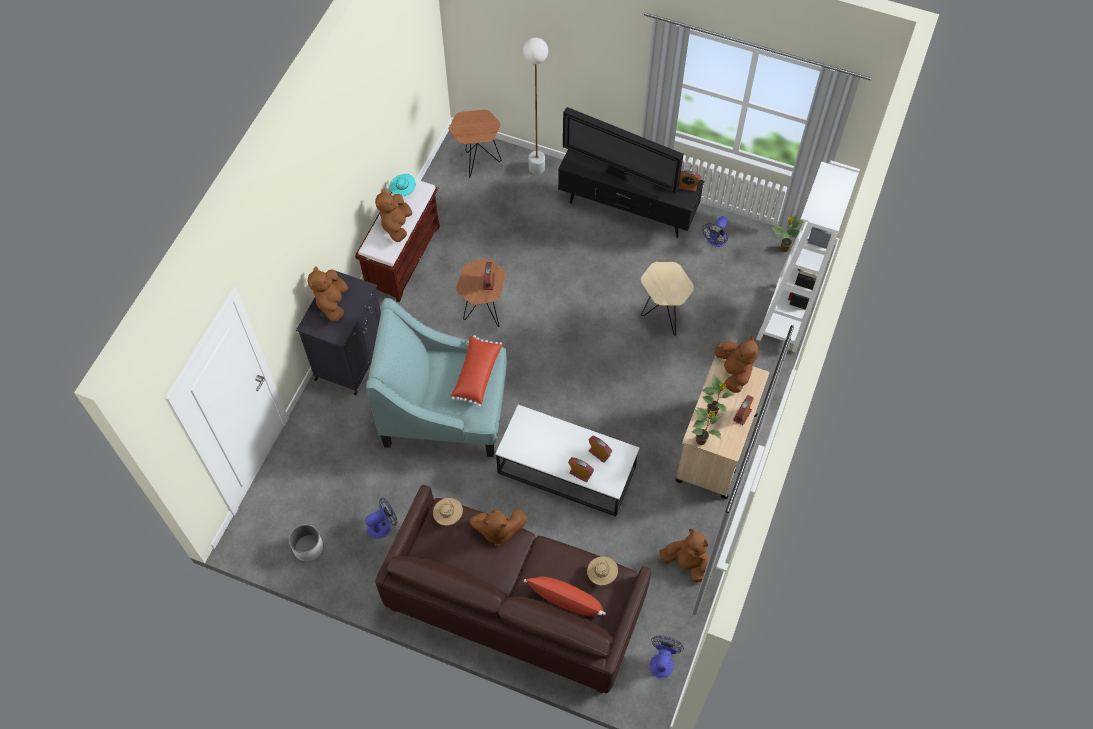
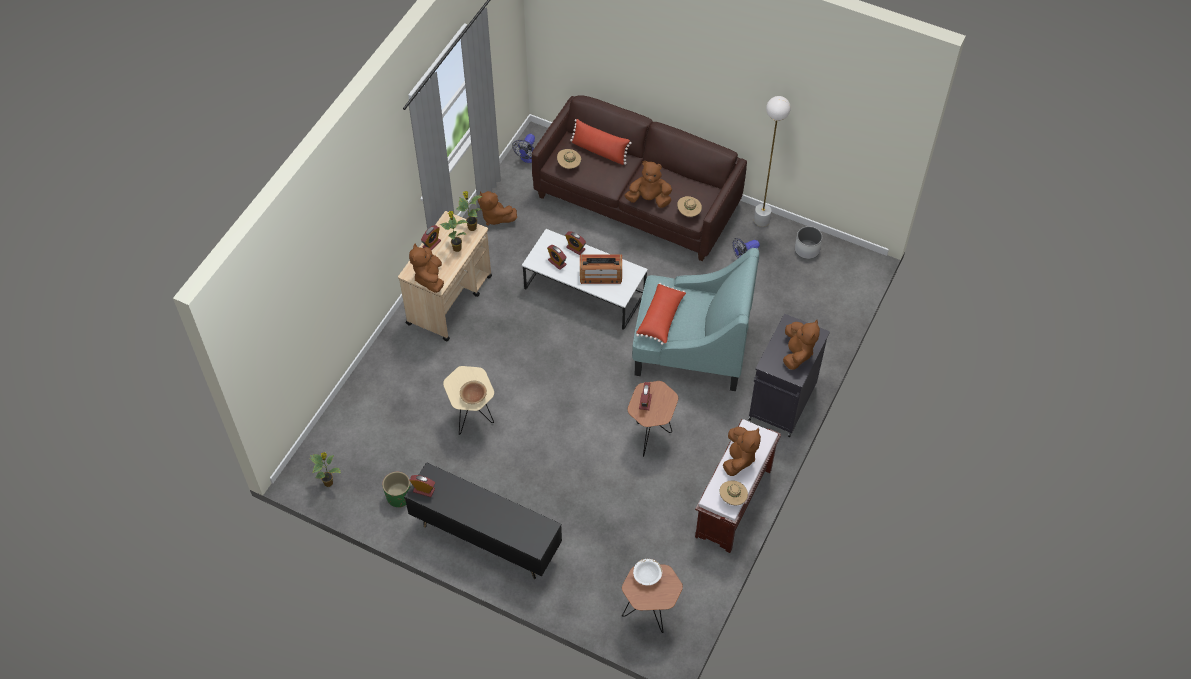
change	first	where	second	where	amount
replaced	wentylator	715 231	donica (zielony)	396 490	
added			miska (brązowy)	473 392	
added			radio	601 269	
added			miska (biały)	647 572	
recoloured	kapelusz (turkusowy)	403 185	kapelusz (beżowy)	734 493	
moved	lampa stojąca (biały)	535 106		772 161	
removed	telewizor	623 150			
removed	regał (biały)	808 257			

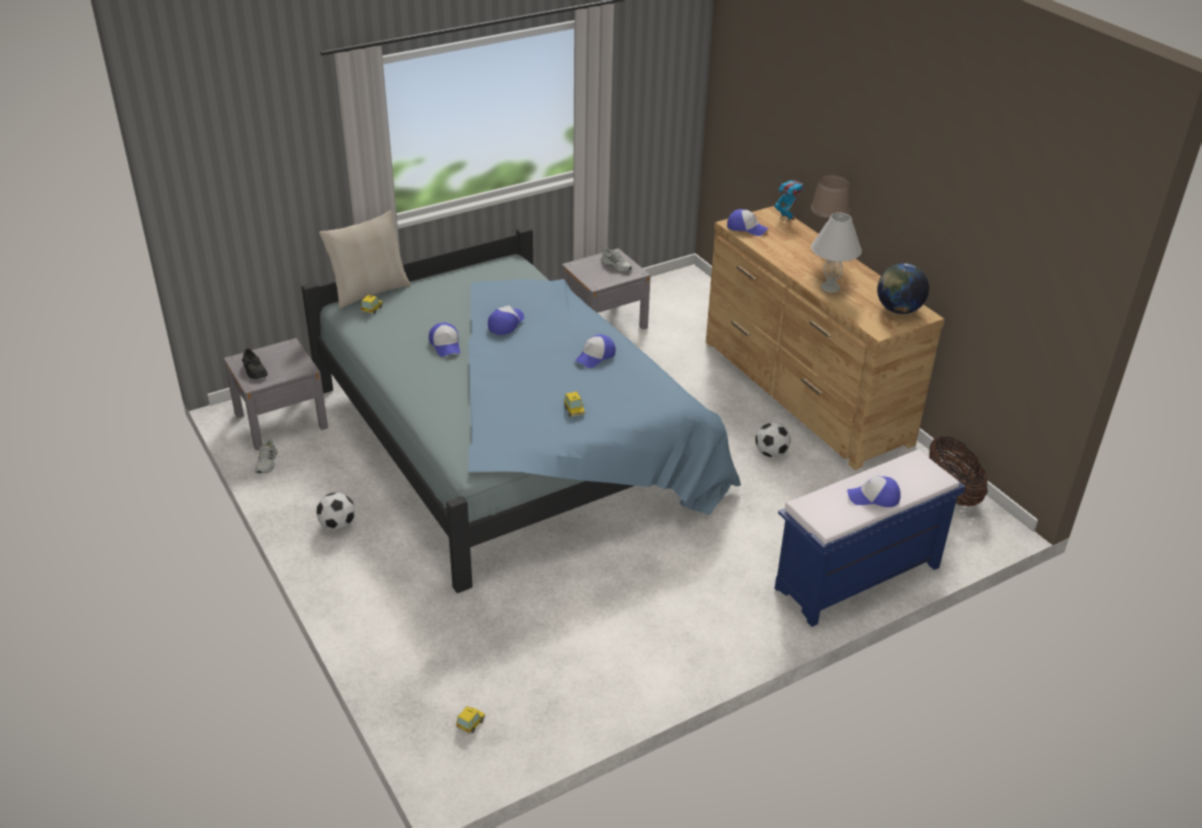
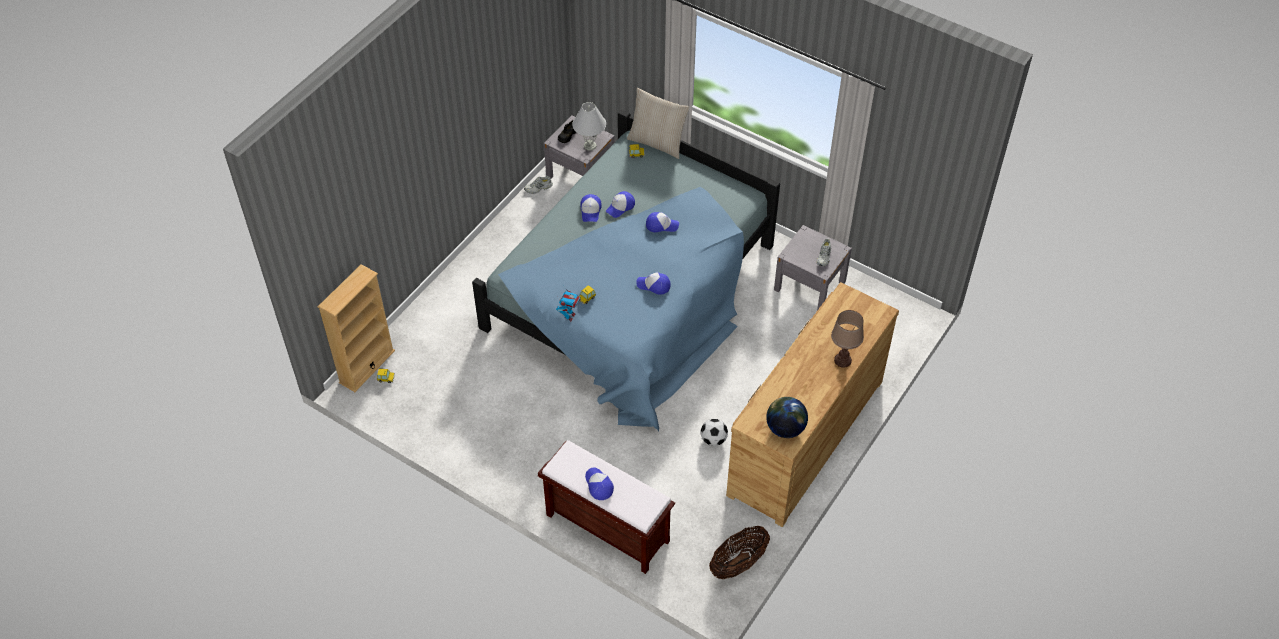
change	first	where	second	where	amount
added			regał (beżowy)	356 328	
recoloured	ławka (niebieski)	869 538	ławka (brązowy)	606 507	
moved	robot zabawkowy	789 201		568 304	
moved	lampa stołowa (biały)	836 253		589 126	
moved	czapka z daszkiem	747 222		591 208	
removed	piłka futbolowa	335 511			

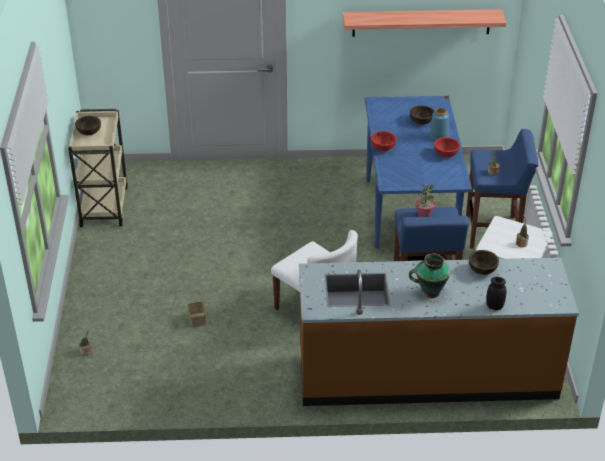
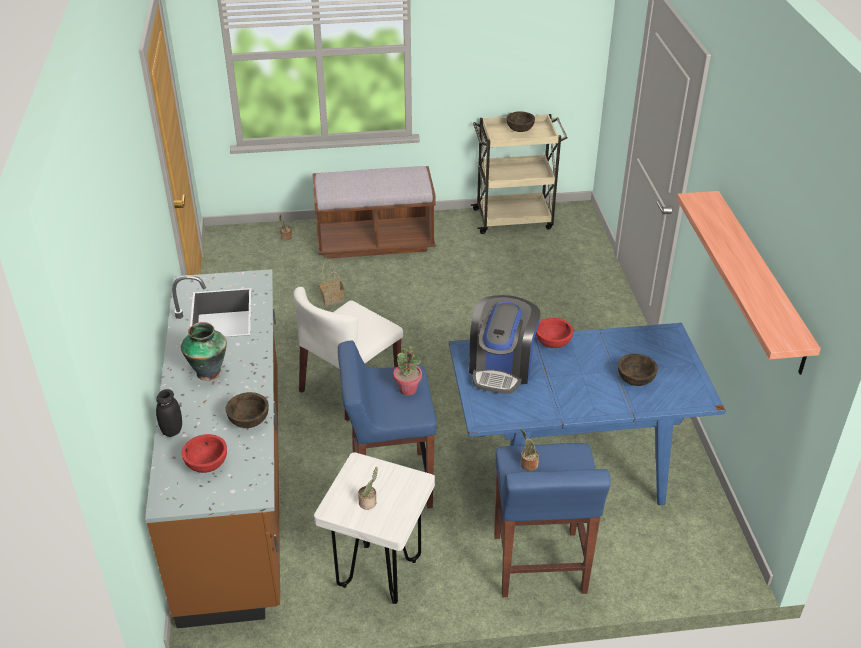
change	first	where	second	where	amount
moved	miska (czerwony)	447 147		204 453	
added			ławka (brązowy)	374 212	
added			ekspres do kawy	504 344	
removed	wazon (niebieski)	439 124			

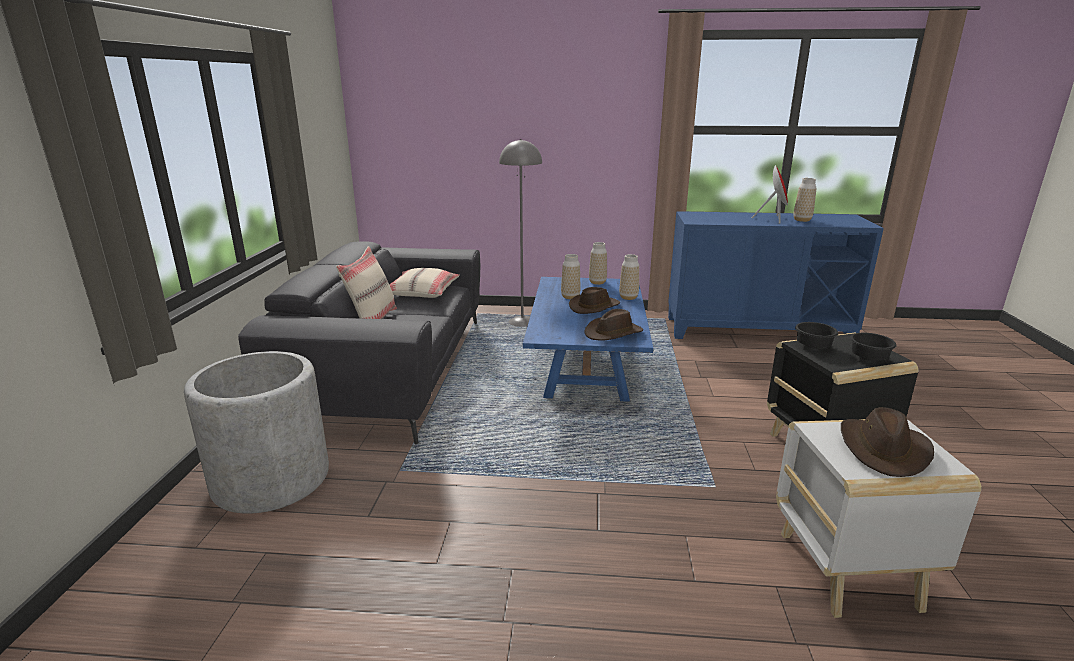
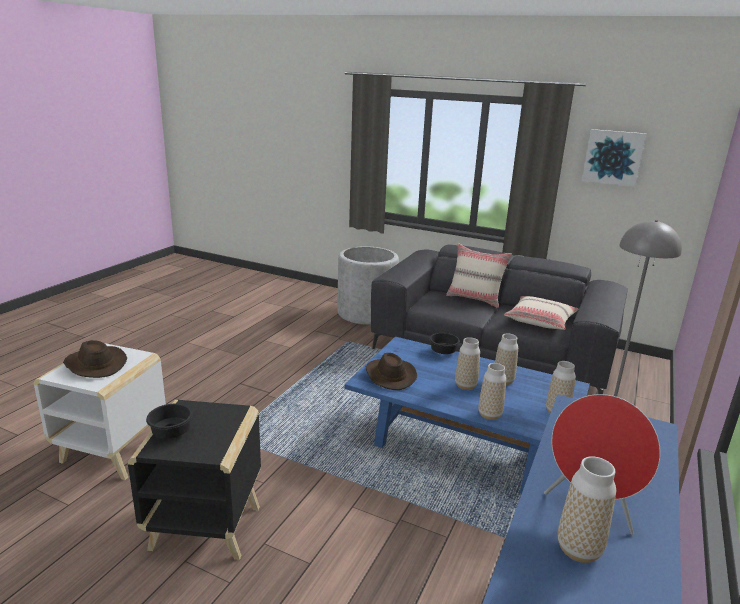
change	first	where	second	where	amount
moved	miska (czarny)	816 335		444 343	
replaced	kapelusz (brązowy)	594 300	wazon	467 363	
added			obraz	614 158	

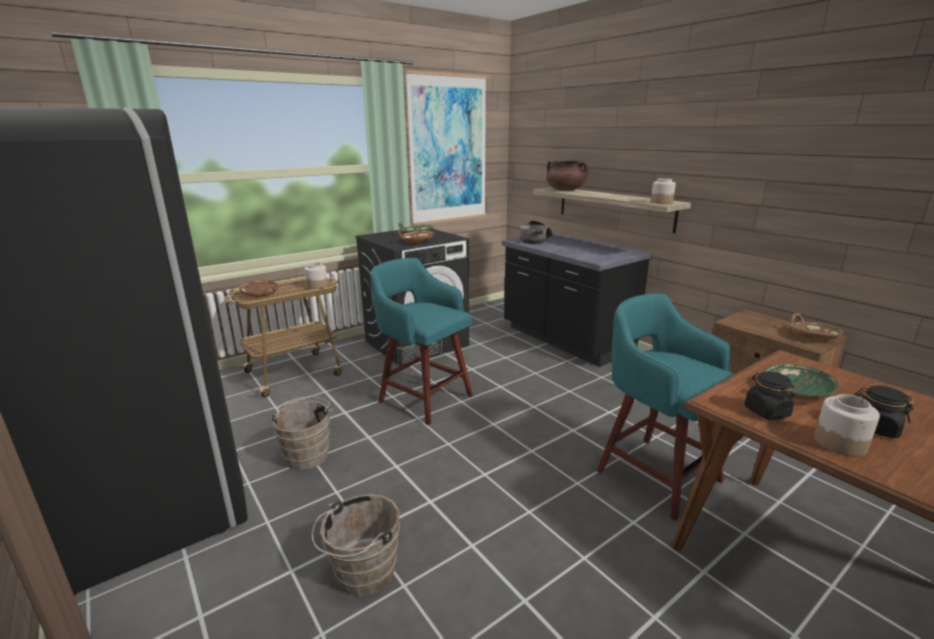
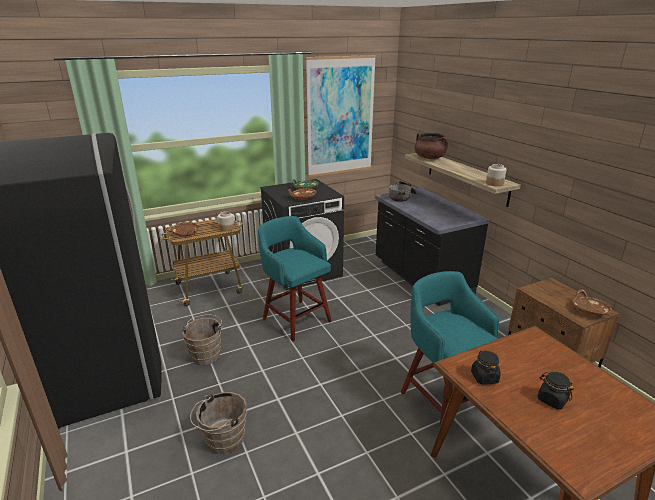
change	first	where	second	where	amount
removed	miska (zielony)	801 382			
removed	słoik	847 425			

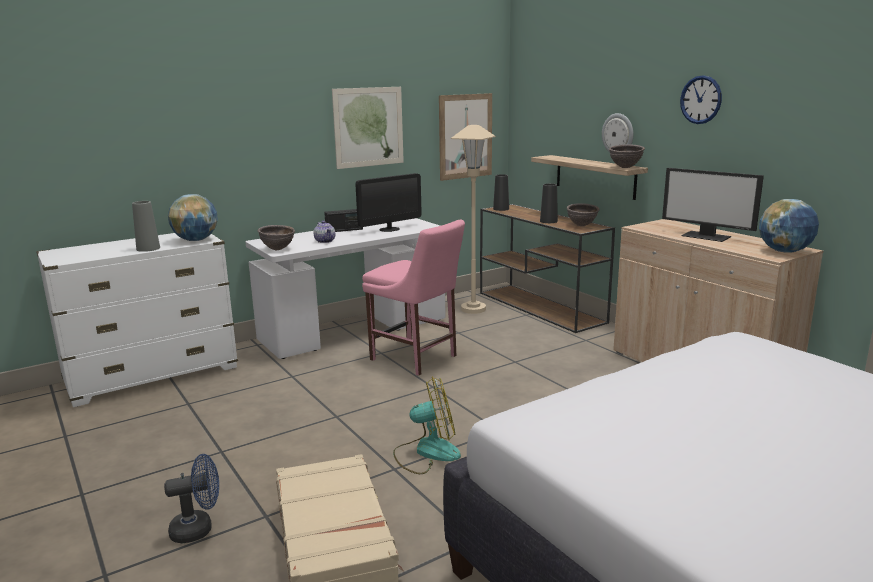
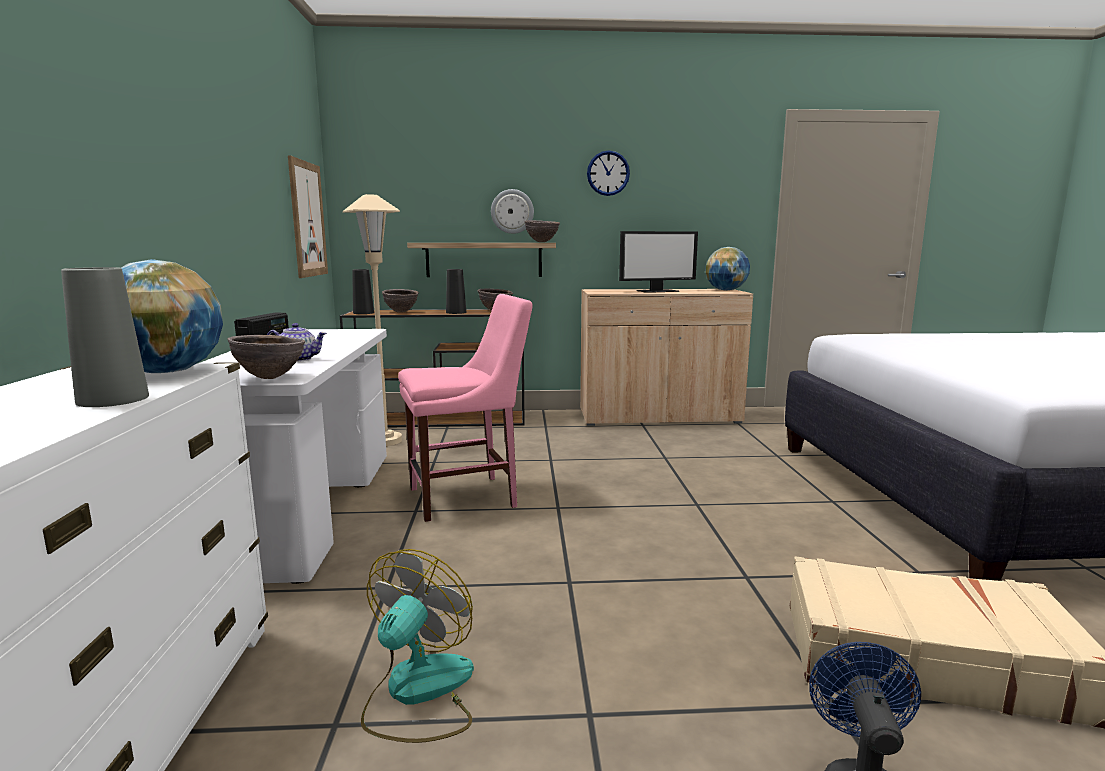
change	first	where	second	where	amount
moved	wentylator	427 425		417 646	
added			miska (brązowy)	400 301	
removed	obraz	368 128			
removed	monitor	388 202			

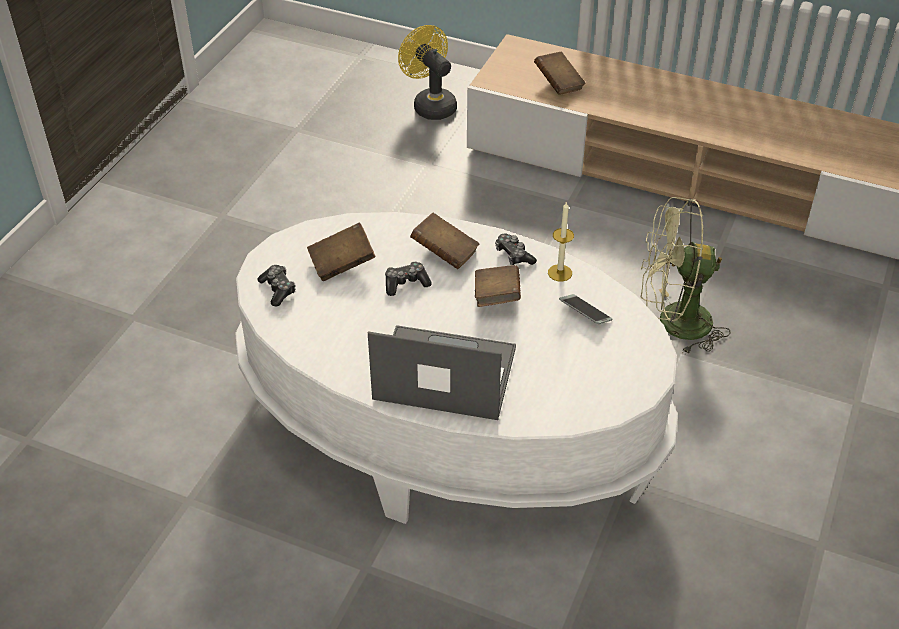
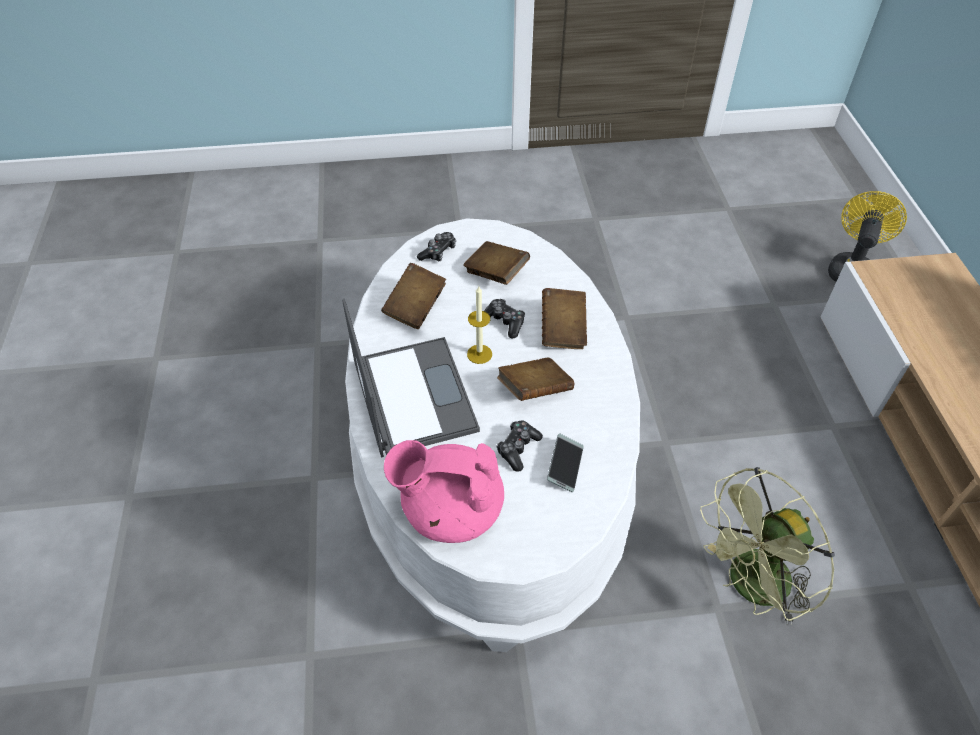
change	first	where	second	where	amount
moved	książka (brązowy)	560 73		413 296	
added			imbryk (różowy)	444 491	
moved	świeca	561 241		479 324	
moved	pad do gier	516 249		520 446	
turned	wentylator (zielony)	685 276		767 546	90 degrees counterclockwise

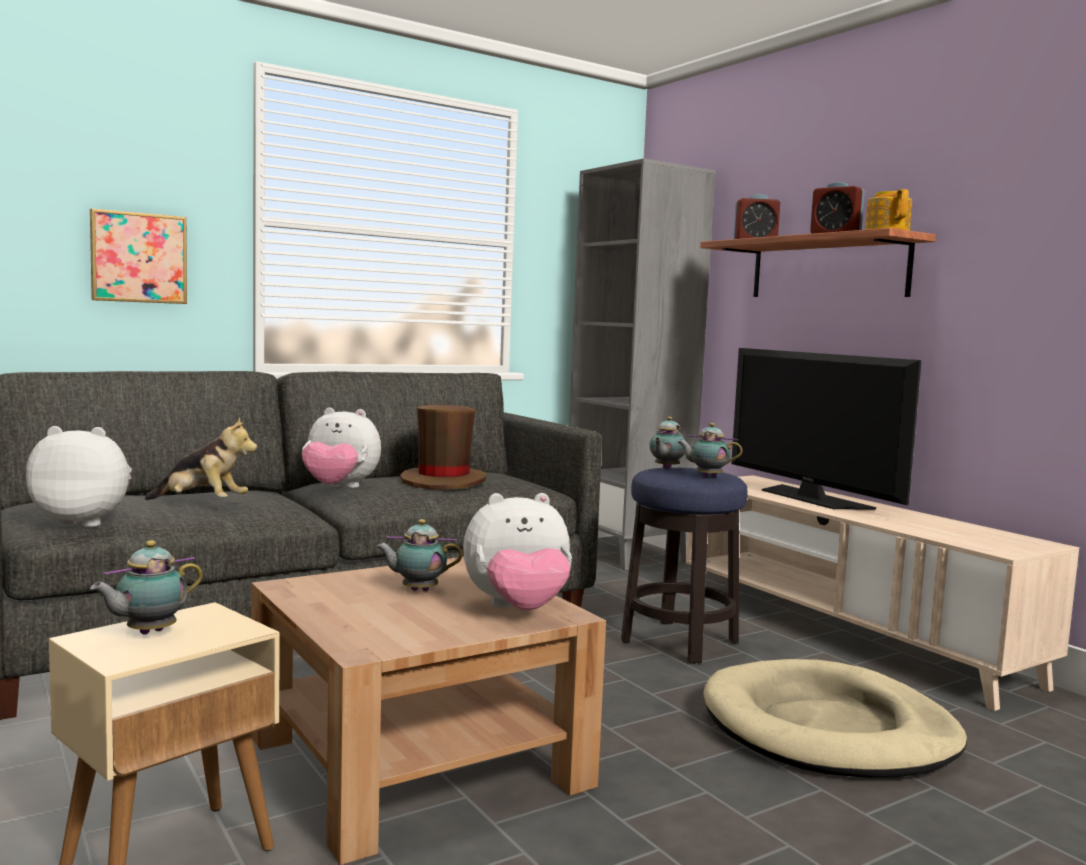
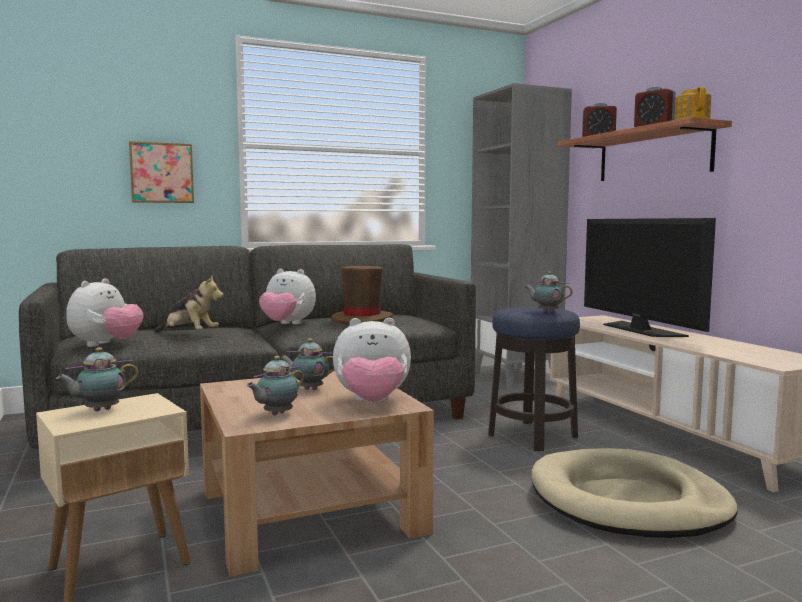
change	first	where	second	where	amount
turned	pluszak	79 476		104 312	105 degrees clockwise
moved	imbryk	667 443		275 385	

